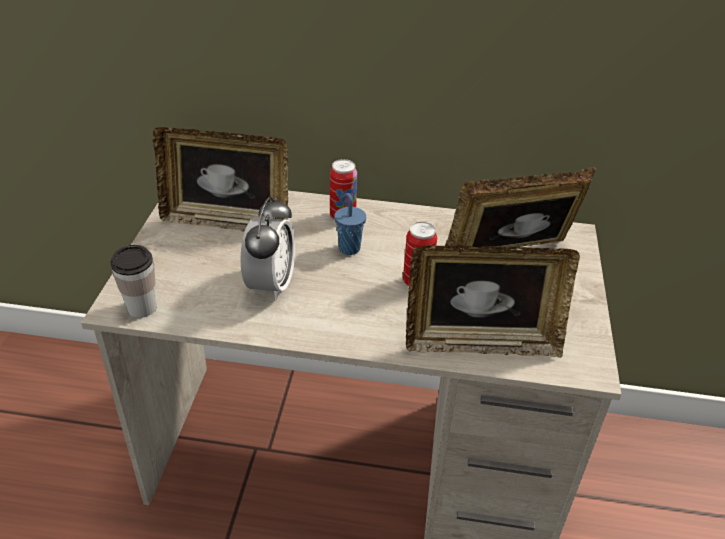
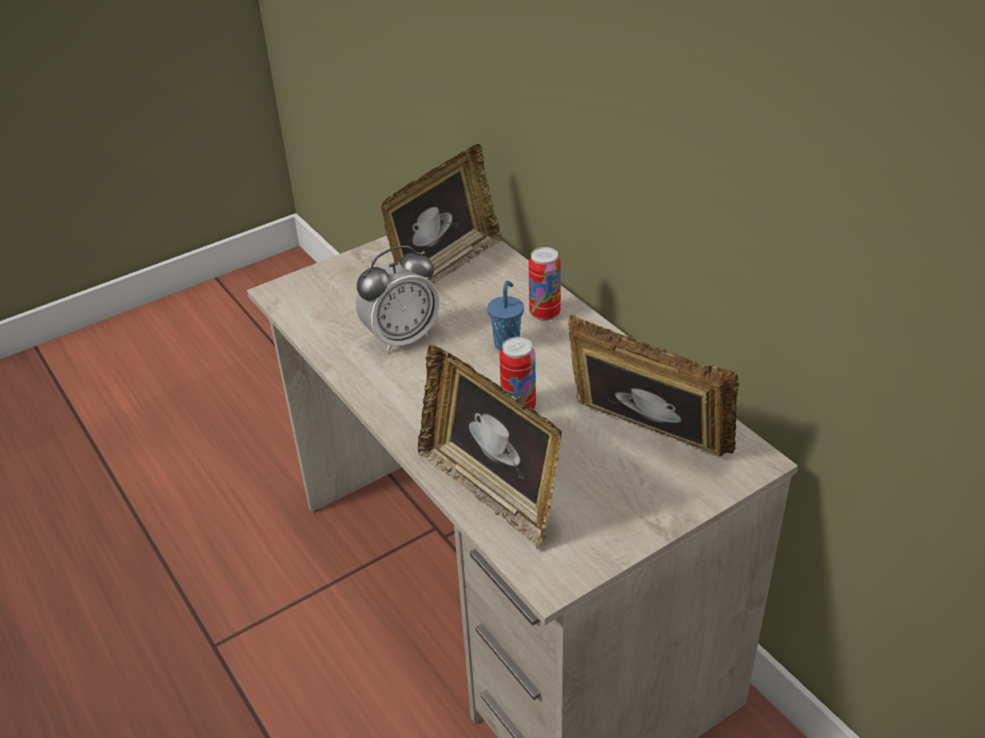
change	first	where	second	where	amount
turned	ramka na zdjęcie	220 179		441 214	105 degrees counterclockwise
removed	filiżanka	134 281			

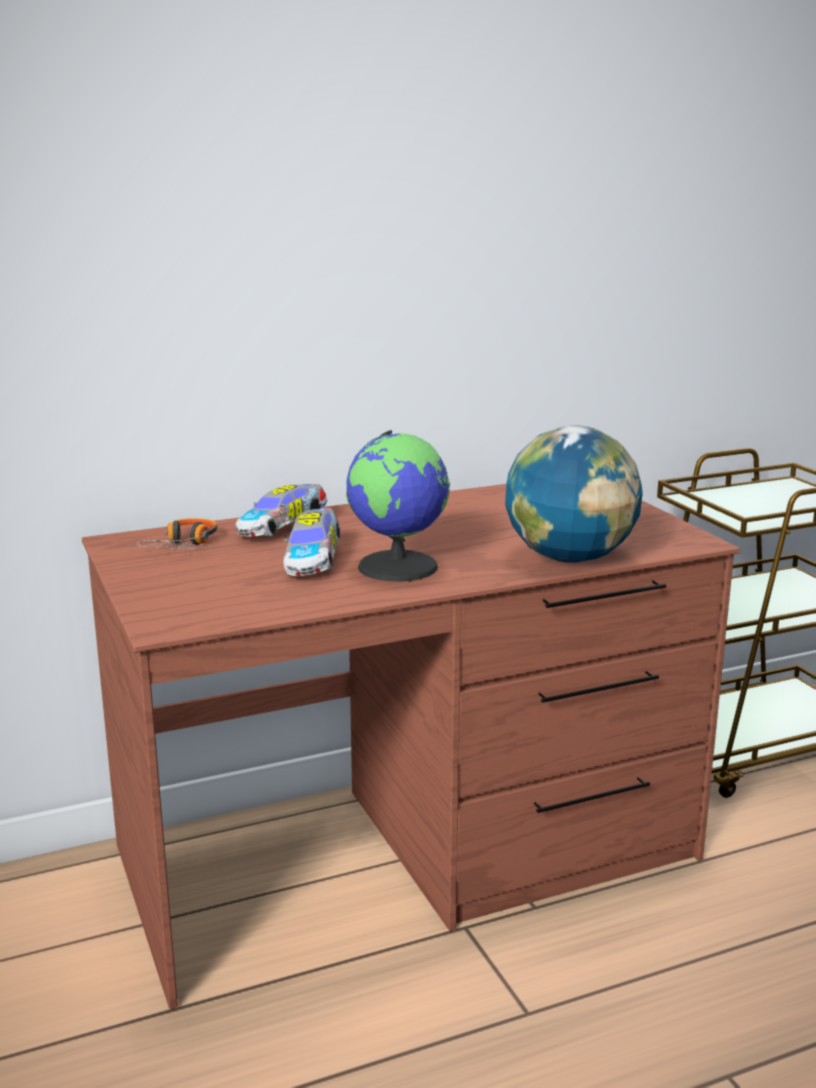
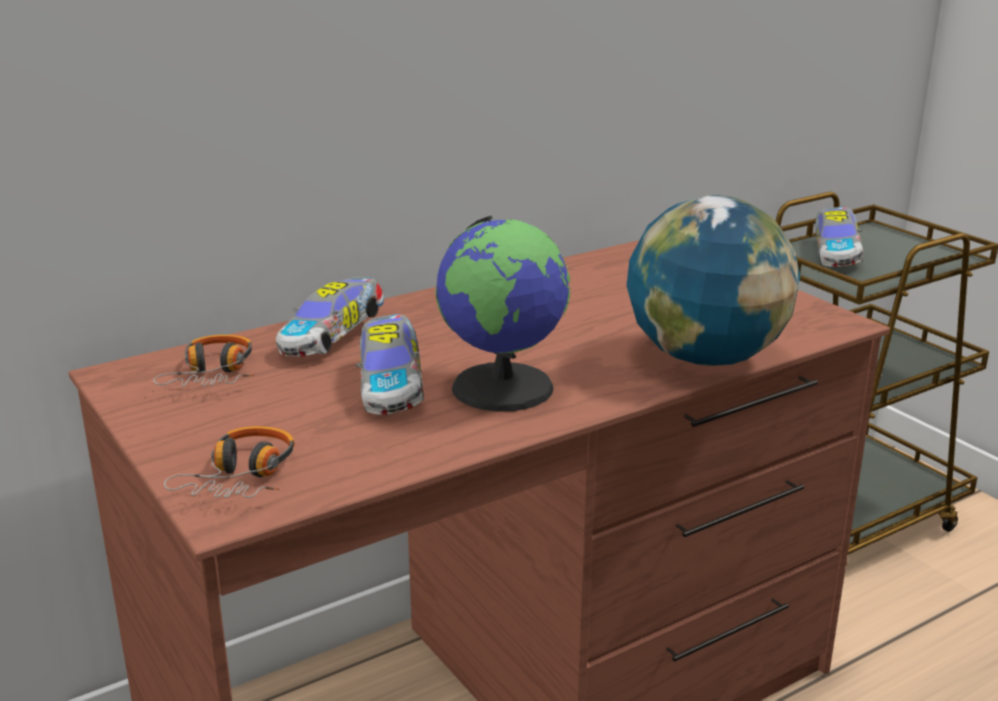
change	first	where	second	where	amount
added			słuchawki	229 462	
added			samochodzik	839 237	

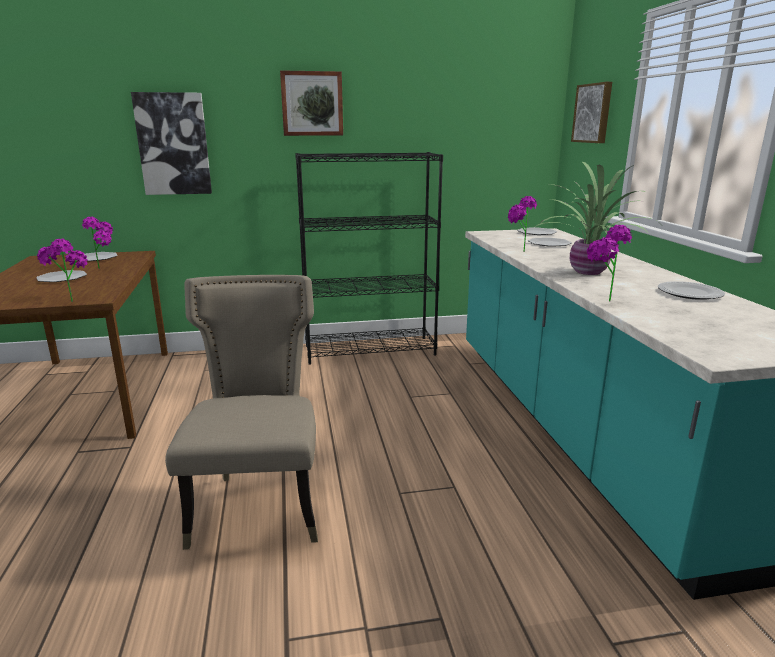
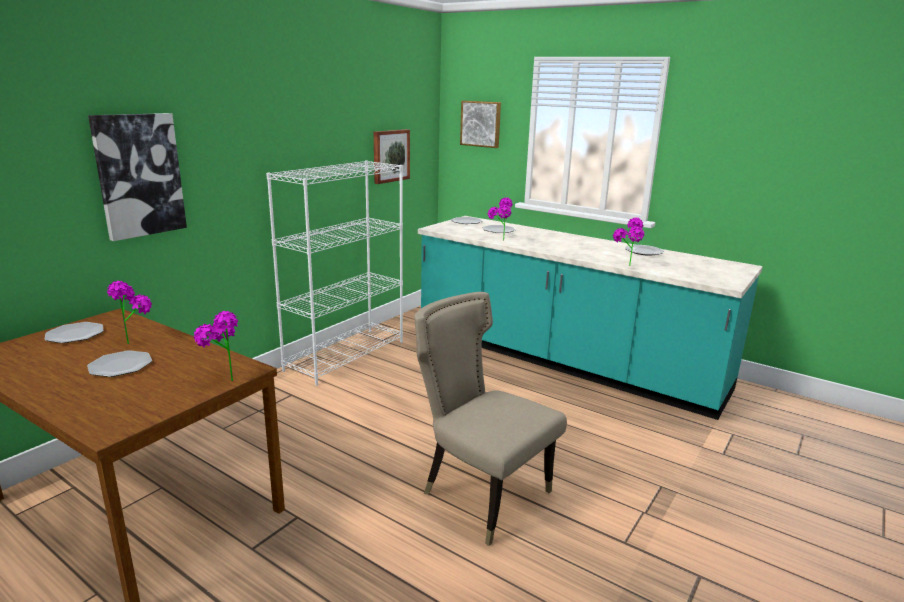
change	first	where	second	where	amount
recoloured	regał (czarny)	369 258	regał (biały)	334 272	
moved	obraz	311 103		392 156	
removed	roślina doniczkowa	594 218			

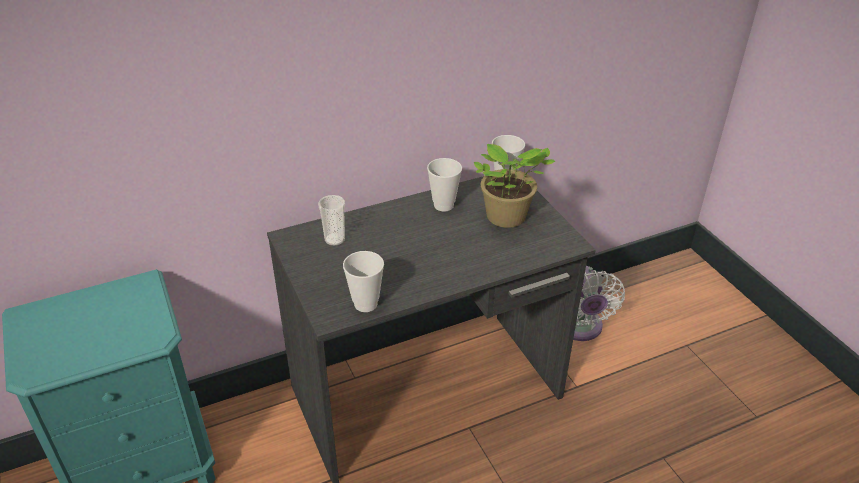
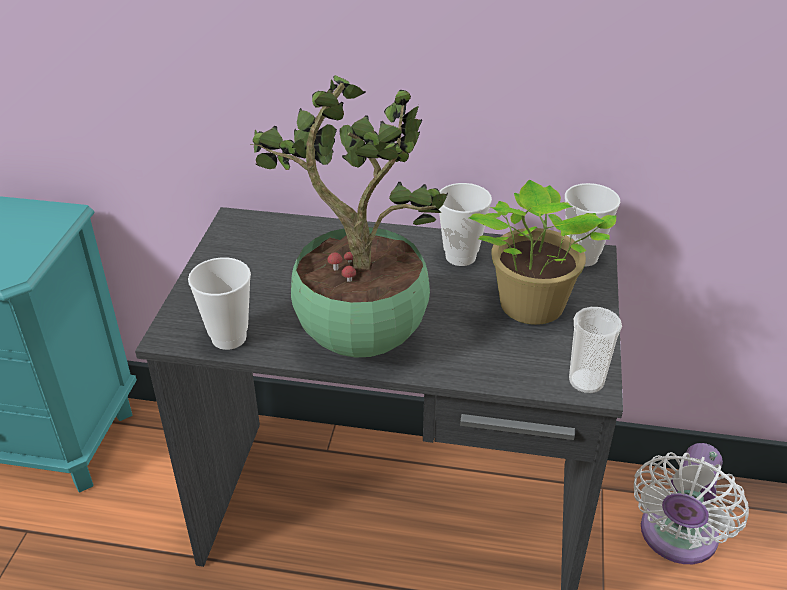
change	first	where	second	where	amount
added			roślina doniczkowa	349 216	
moved	filiżanka	331 220		595 350	

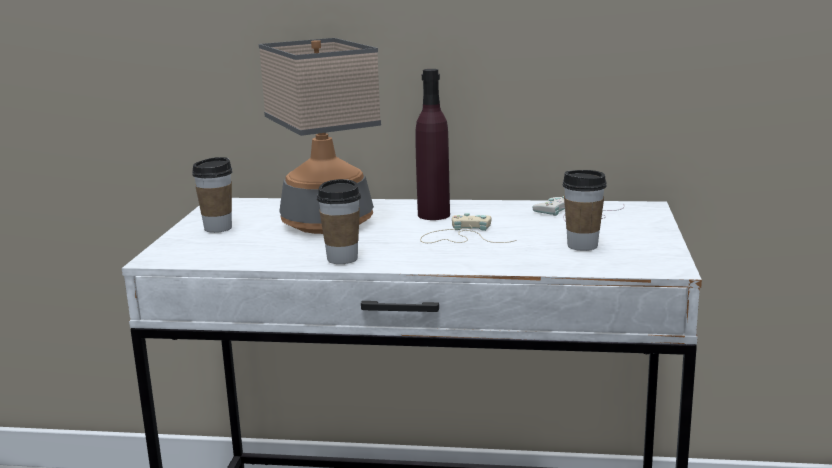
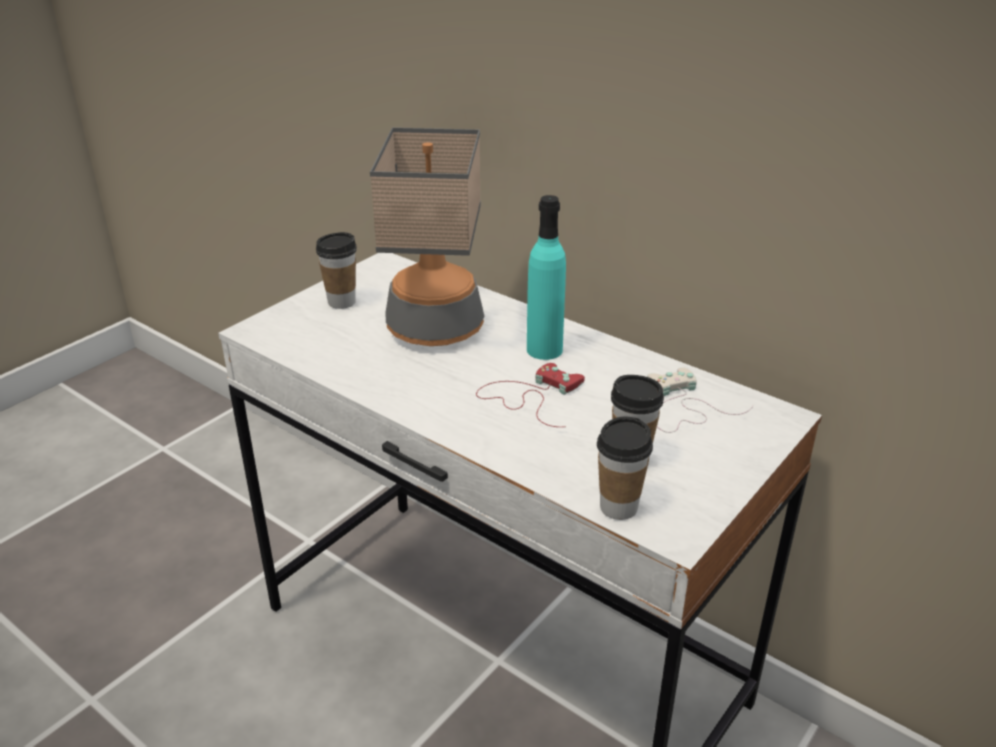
change	first	where	second	where	amount
recoloured	pad do gier (beżowy)	468 228	pad do gier (czerwony)	530 395	
recoloured	butelka (fioletowy)	432 144	butelka (turkusowy)	546 277	
moved	filiżanka	339 221		625 468	

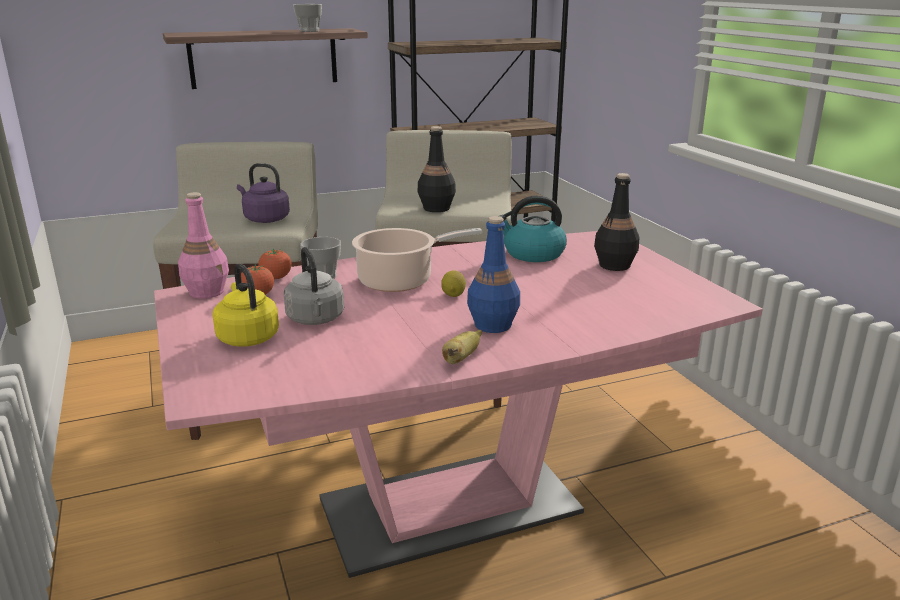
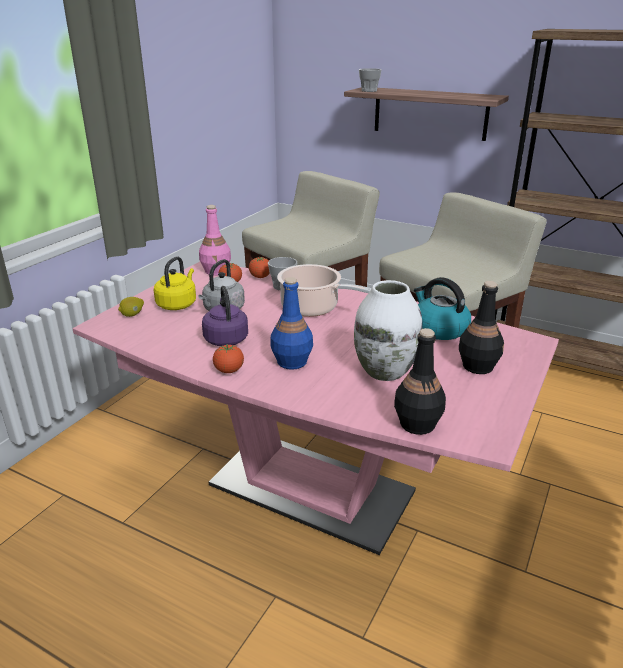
change	first	where	second	where	amount
moved	cytryna	453 283		131 307	
moved	czajnik (fioletowy)	263 193		225 316	
replaced	banan	462 347	pomidor	228 358	
added			wazon (biały)	388 330	
moved	filiżanka	307 18		370 80	
moved	butelka (czarny)	437 169		420 381	

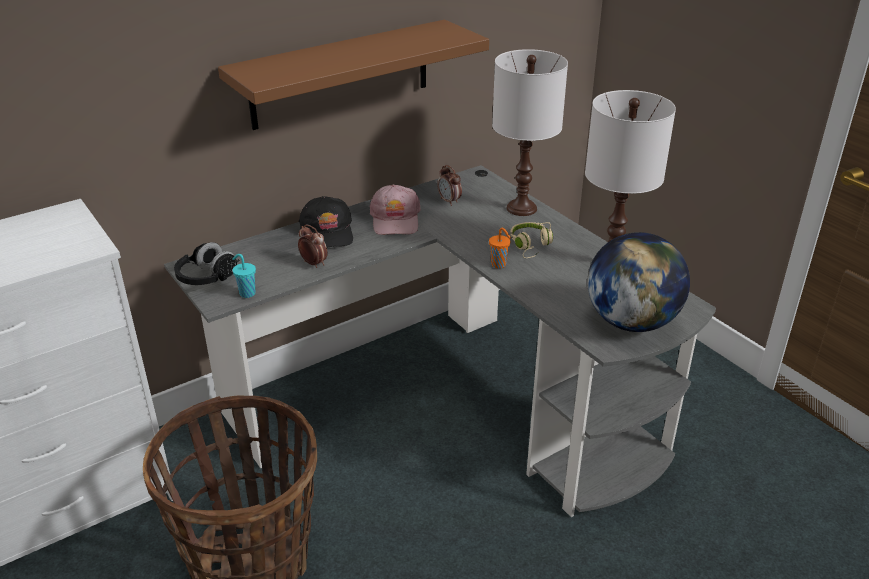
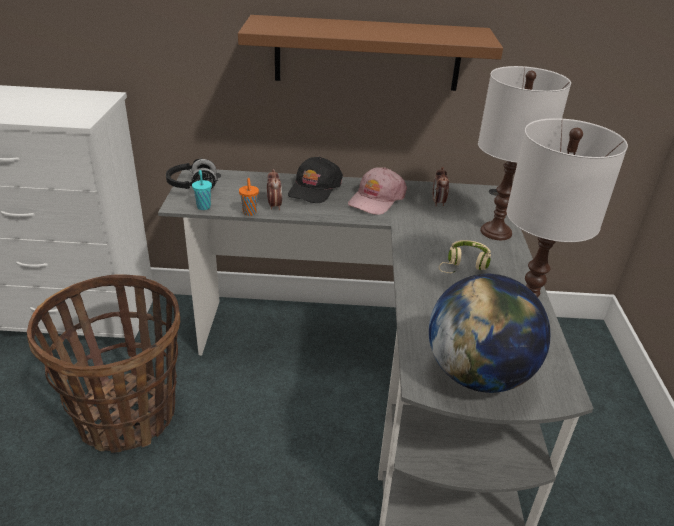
change	first	where	second	where	amount
moved	filiżanka (pomarańczowy)	500 248		249 197	

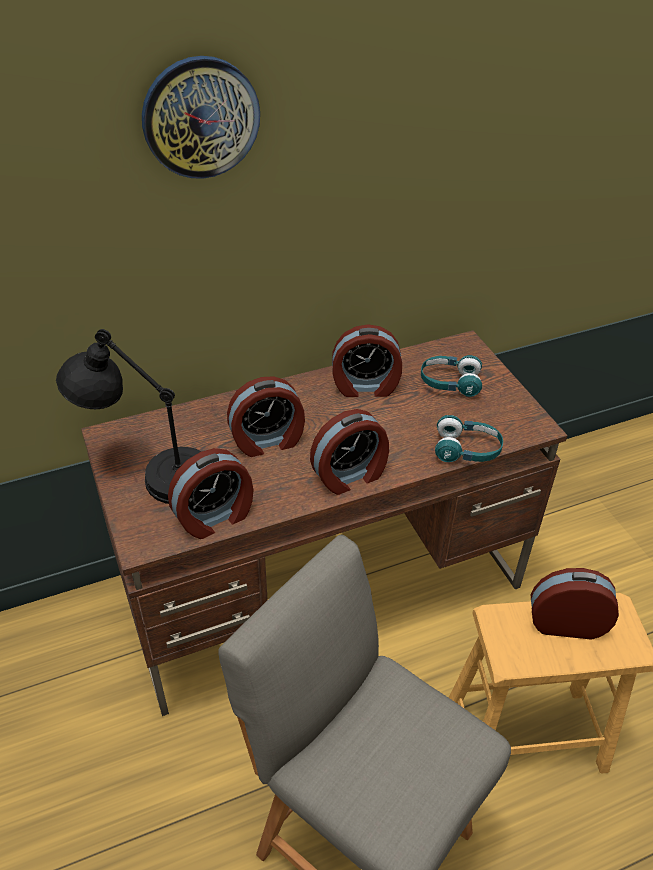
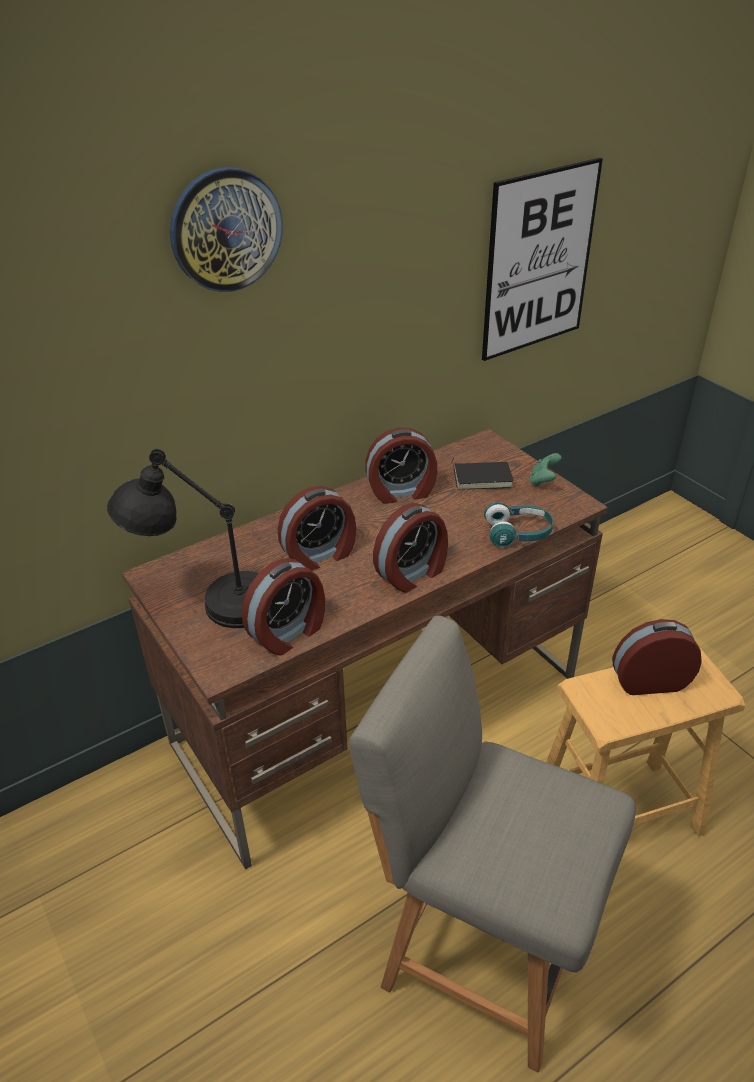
change	first	where	second	where	amount
replaced	słuchawki (turkusowy)	451 376	książka (czarny)	482 474	
added			obraz	542 259	
added			pad do gier (zielony)	545 470	

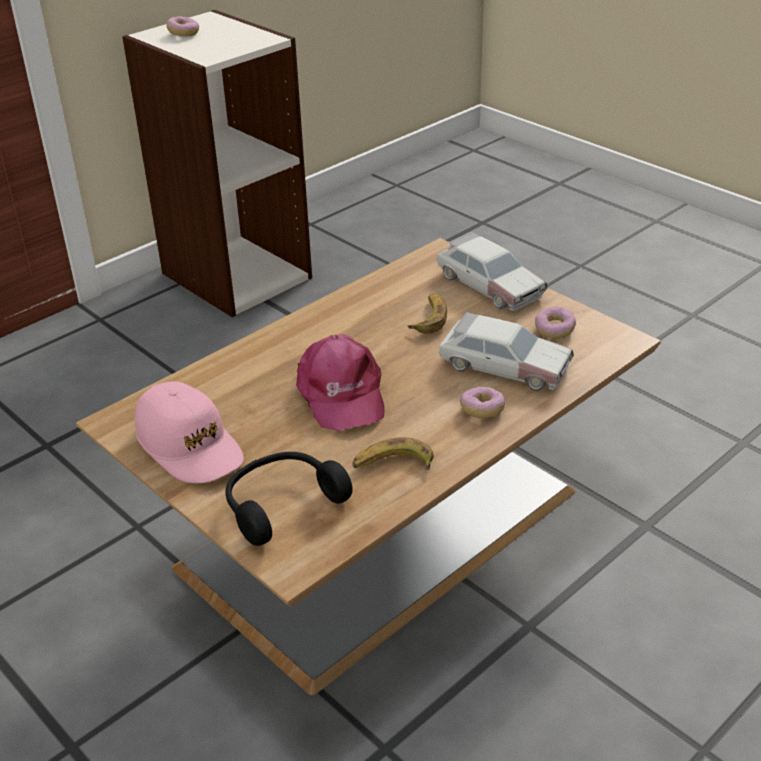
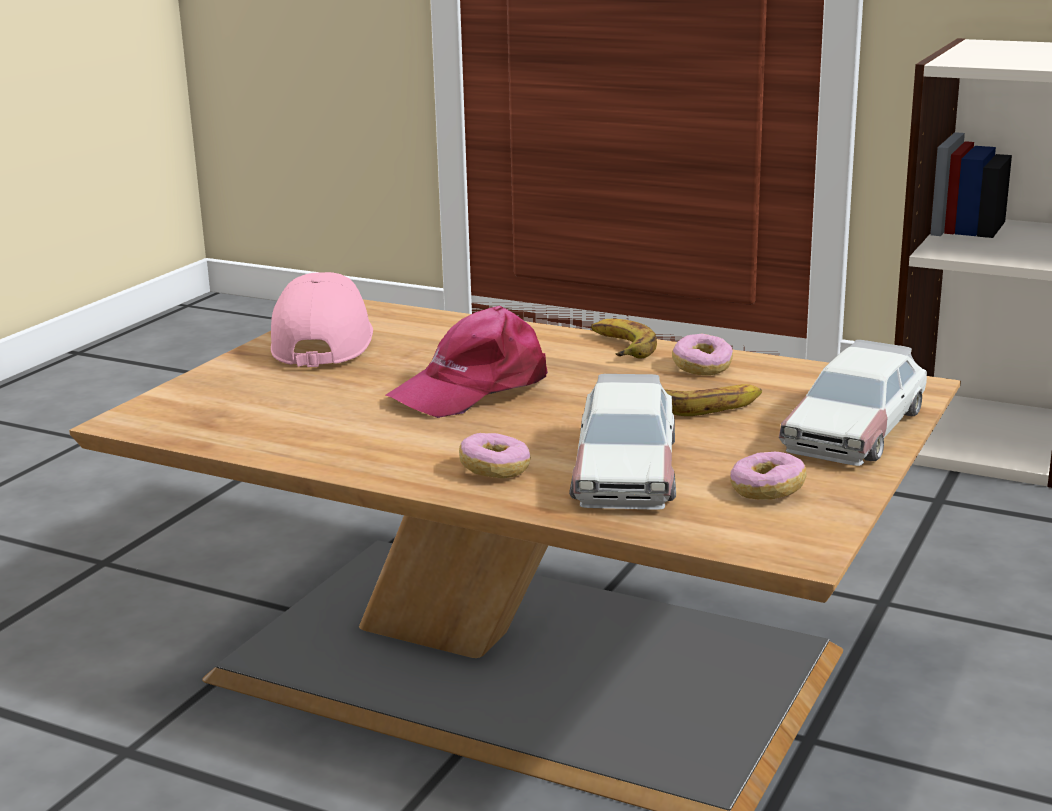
change	first	where	second	where	amount
turned	czapka z daszkiem (różowy)	189 432		322 319	150 degrees clockwise
moved	banan	393 453		624 339	
moved	donut	182 26		702 355	
removed	słuchawki (czarny)	289 499			

